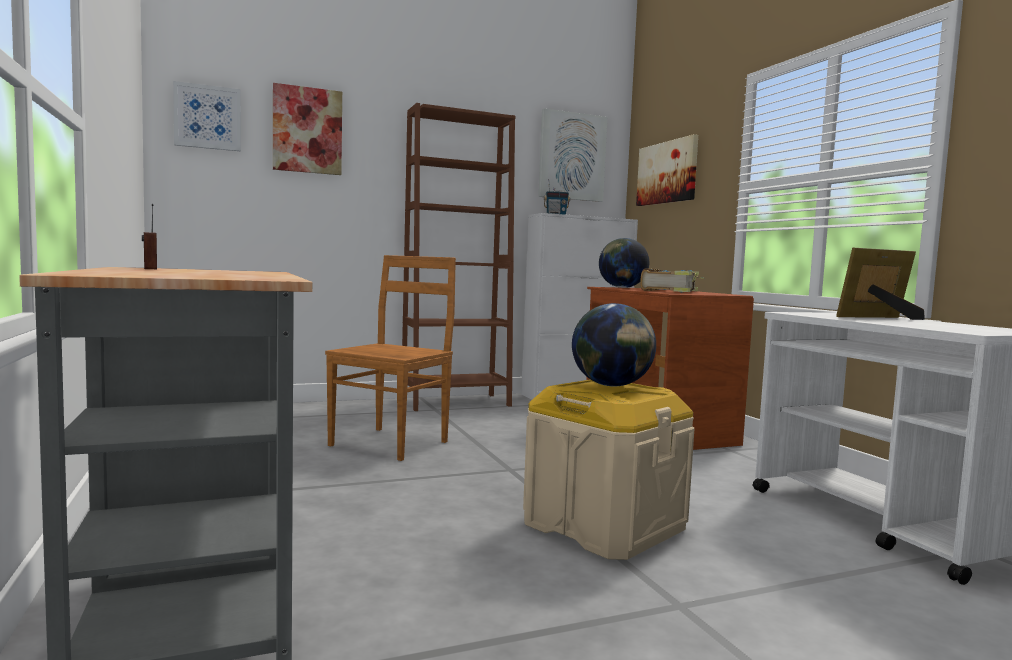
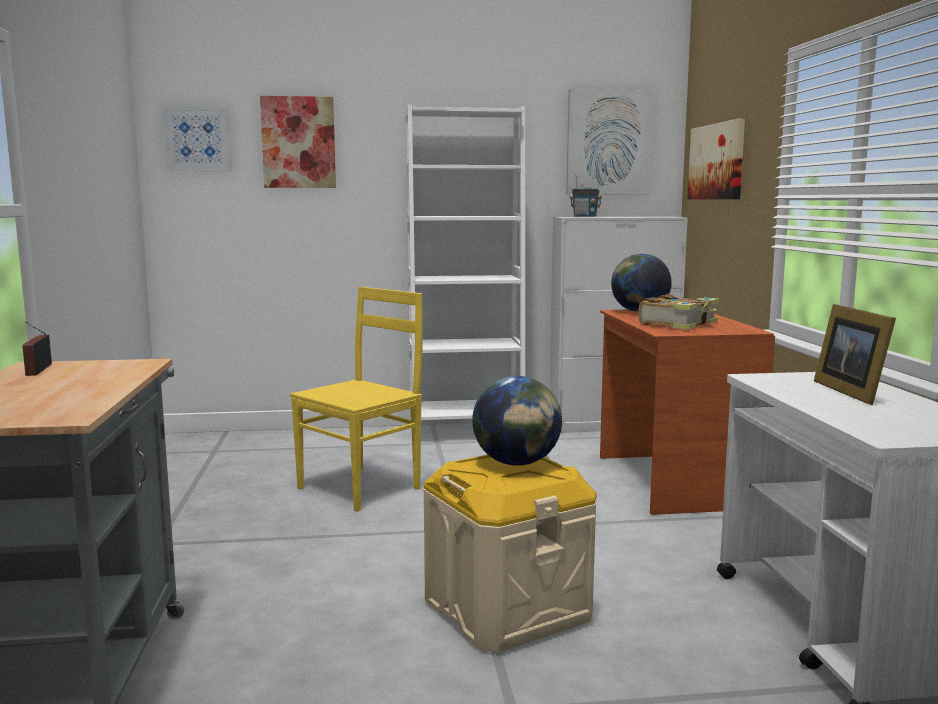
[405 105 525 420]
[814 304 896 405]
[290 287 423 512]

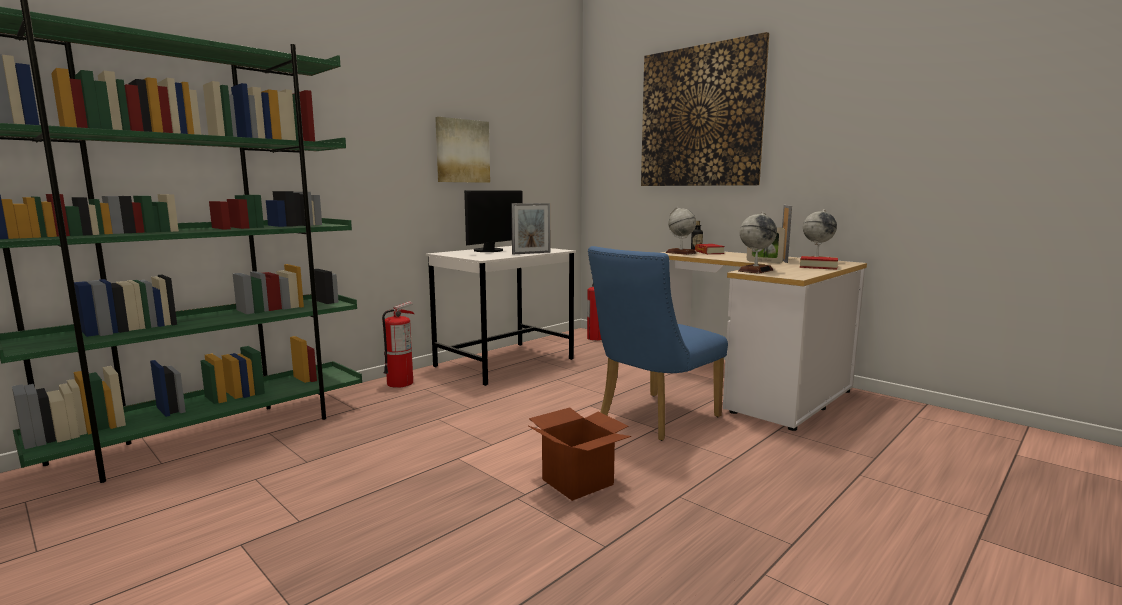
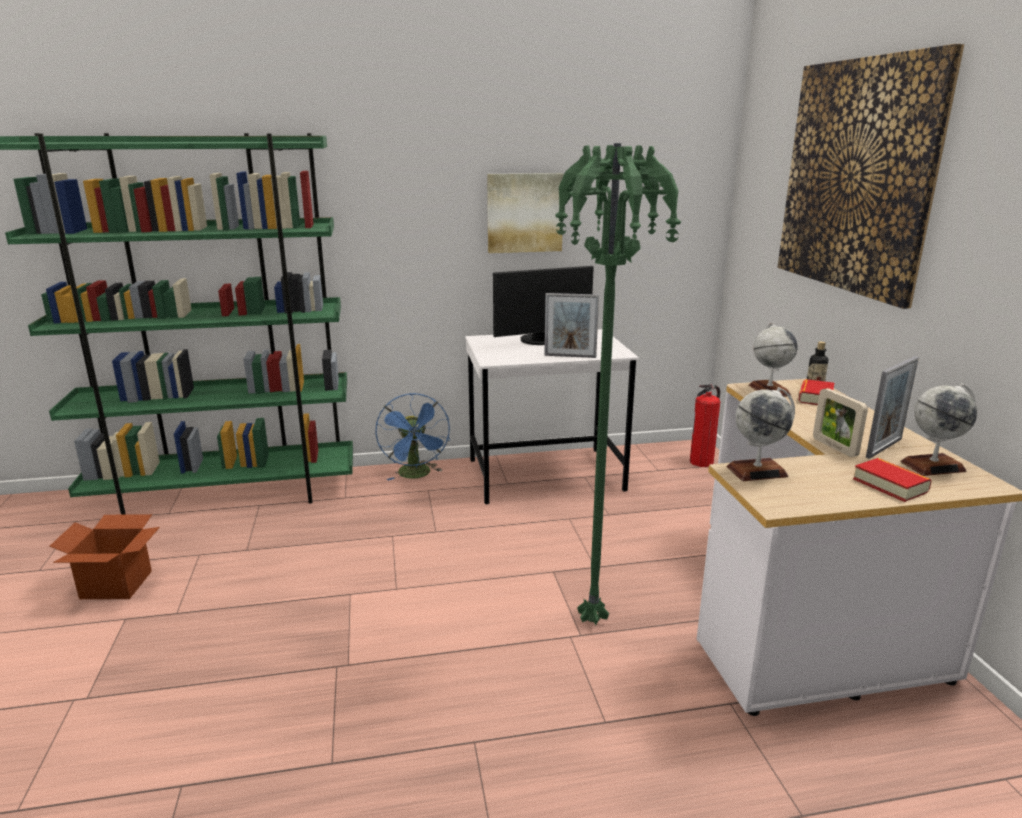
[555 143 681 625]
[375 393 450 481]
[49 514 160 599]

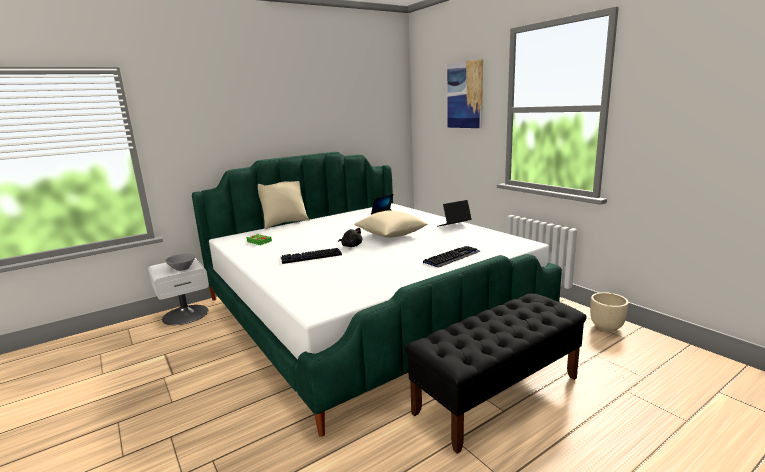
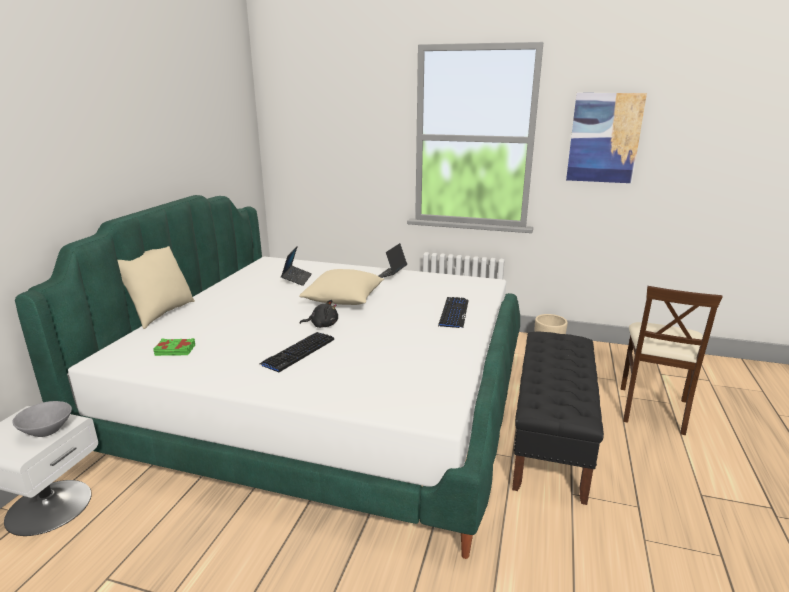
[566 93 647 183]
[621 286 722 435]

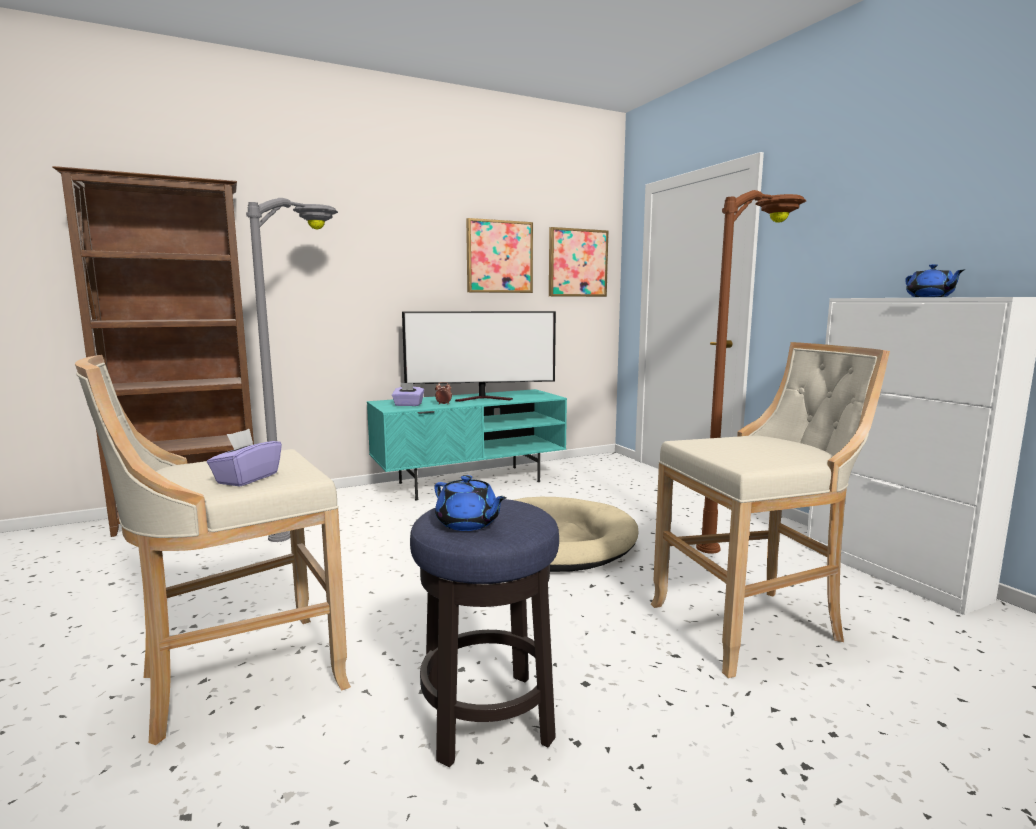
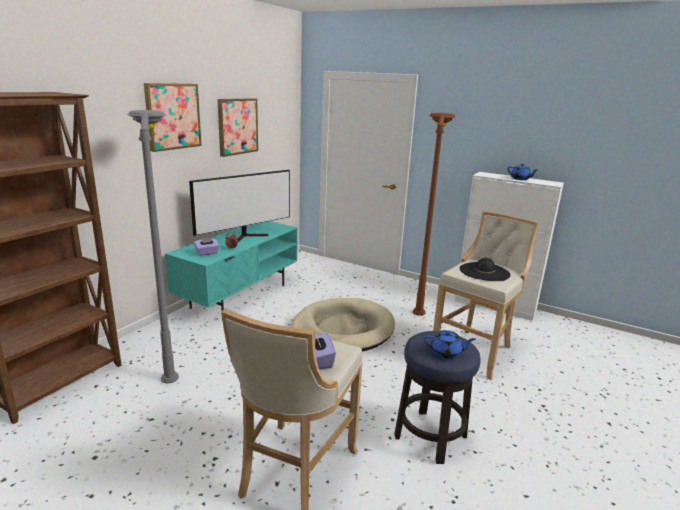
[144 83 202 152]
[460 258 510 281]

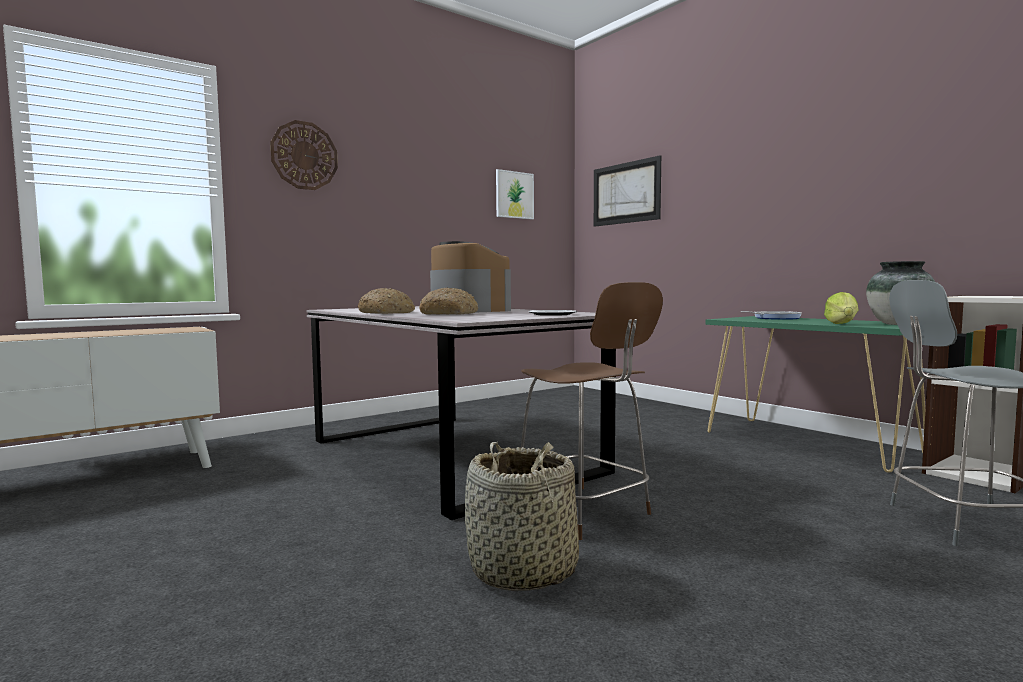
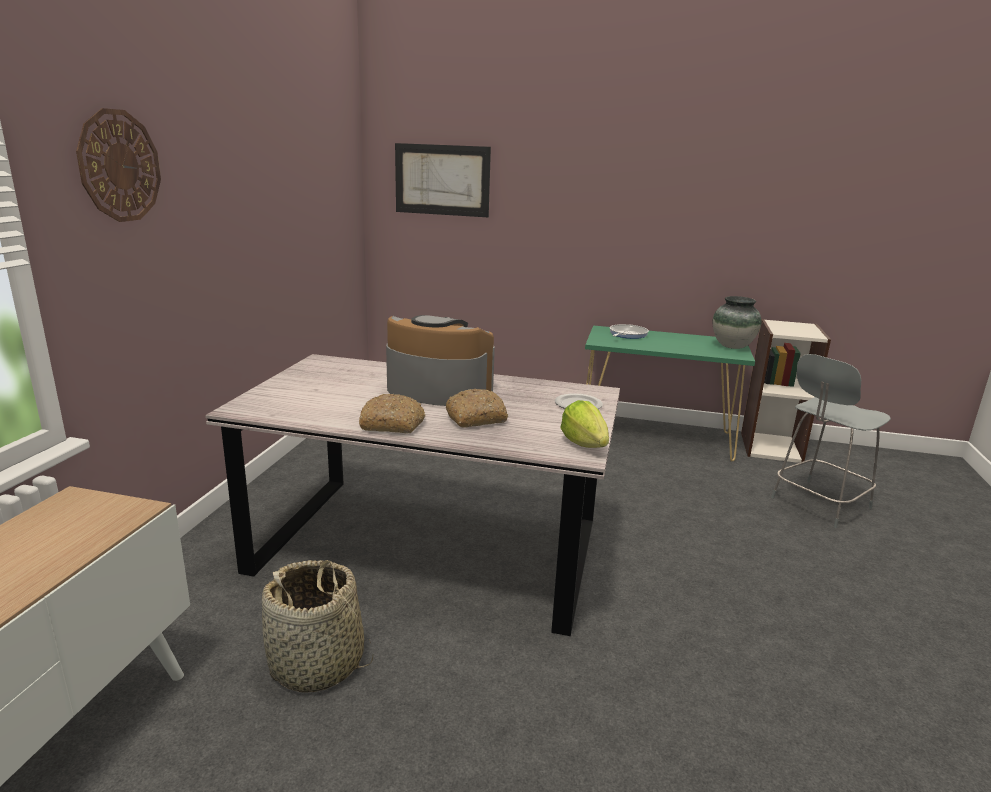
[496 169 534 219] (first image)
[521 282 663 540] (first image)
[560 400 609 448]
[262 560 374 693]

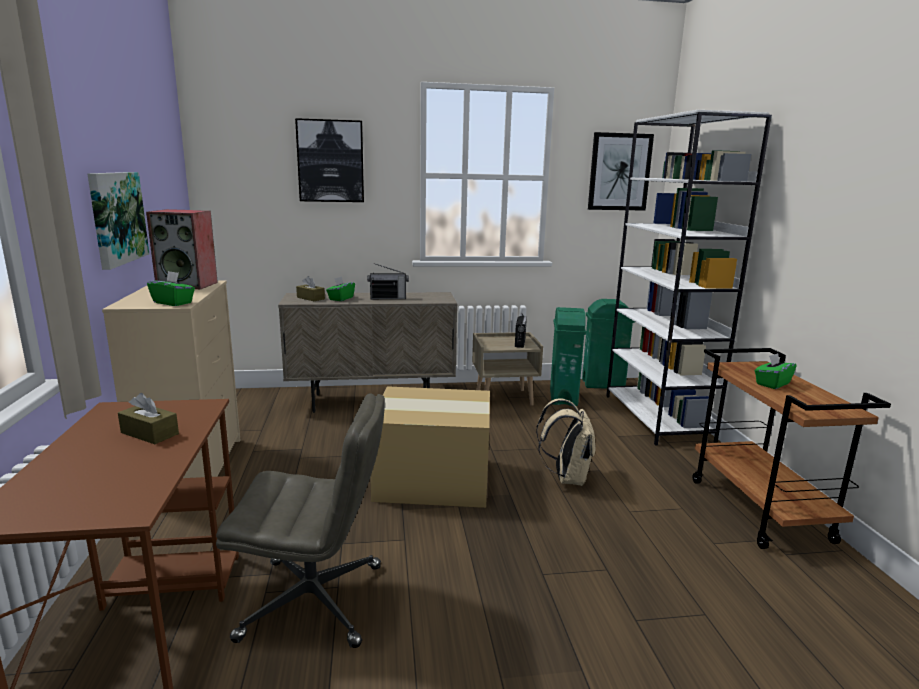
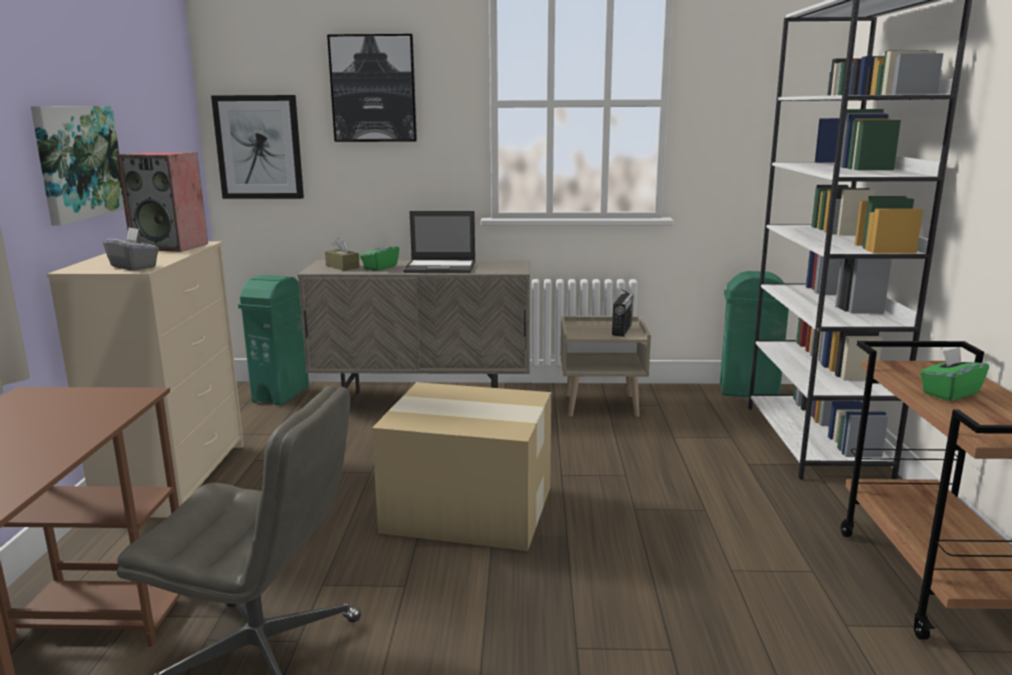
[211 95 304 199]
[403 211 475 273]
[103 227 159 271]
[238 275 309 405]
[118 393 179 444] (first image)
[536 398 596 486] (first image)

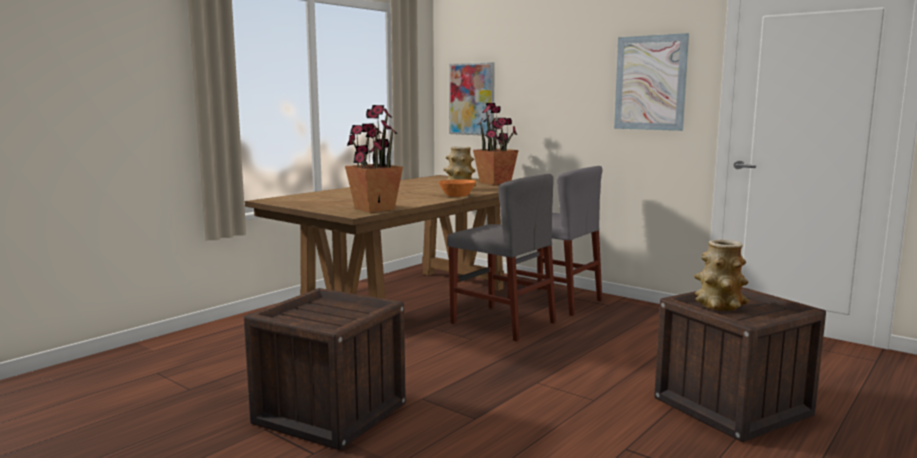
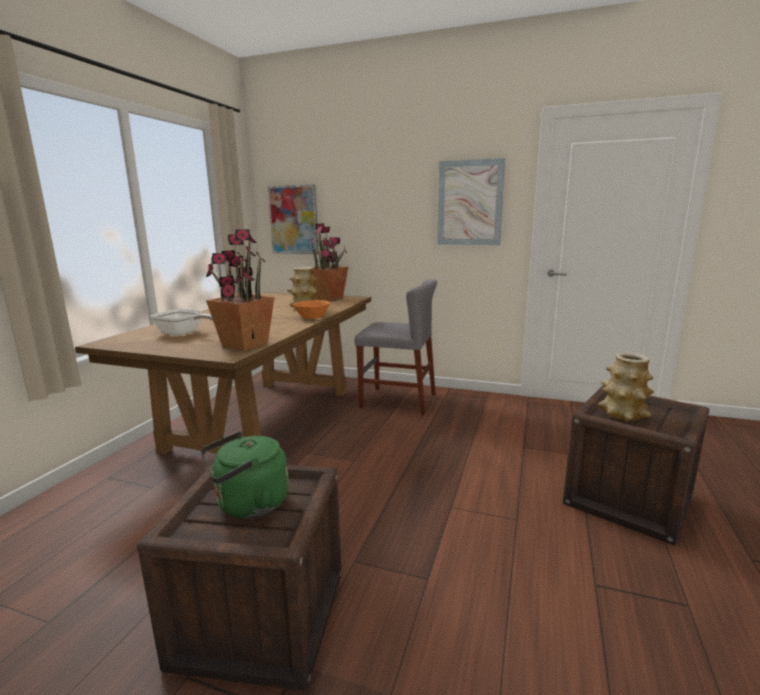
[447 174 556 342] (first image)
[150 309 213 335]
[201 432 289 518]

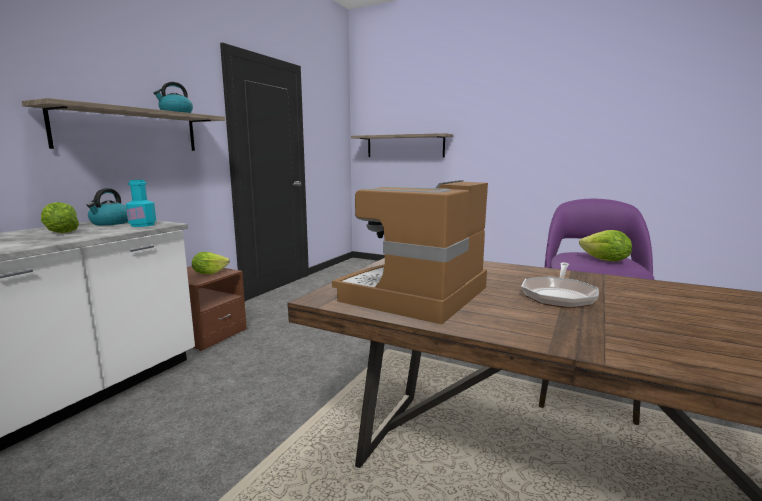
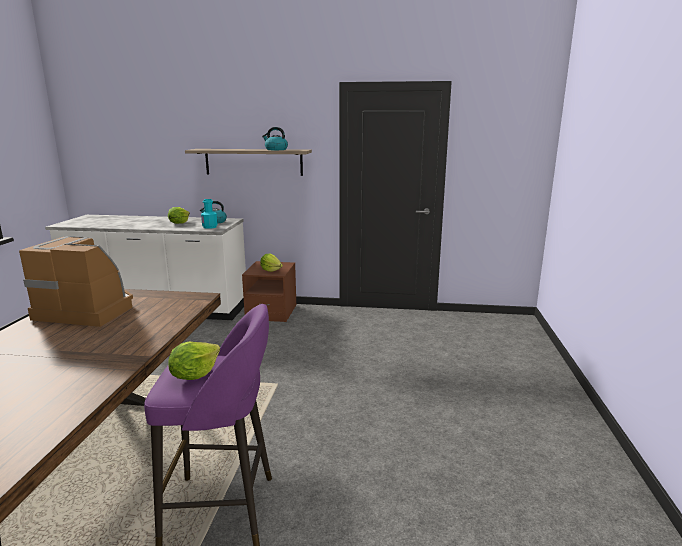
[351 133 453 157] (first image)
[521 263 599 308] (first image)

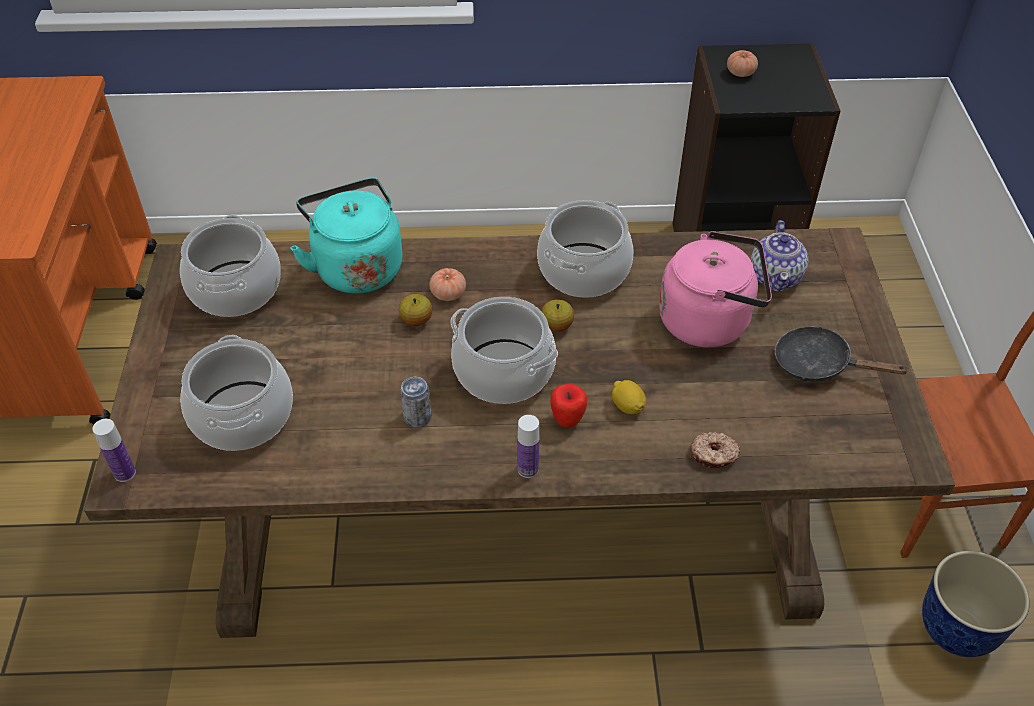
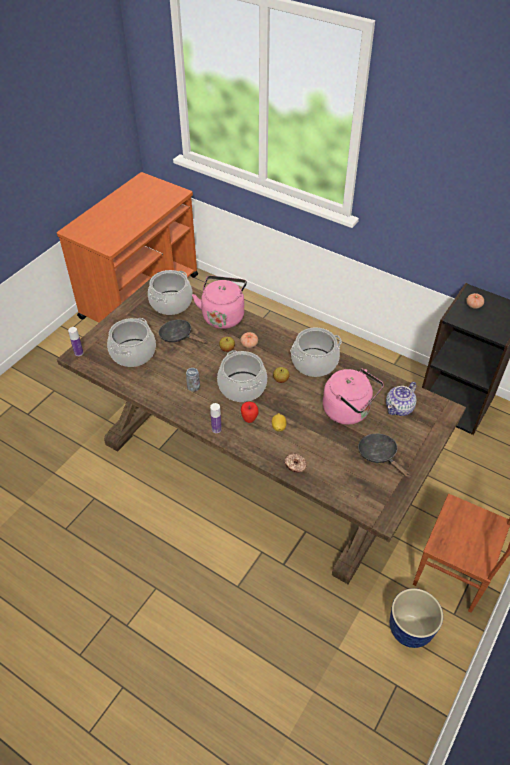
[192 276 247 329]
[159 320 207 344]

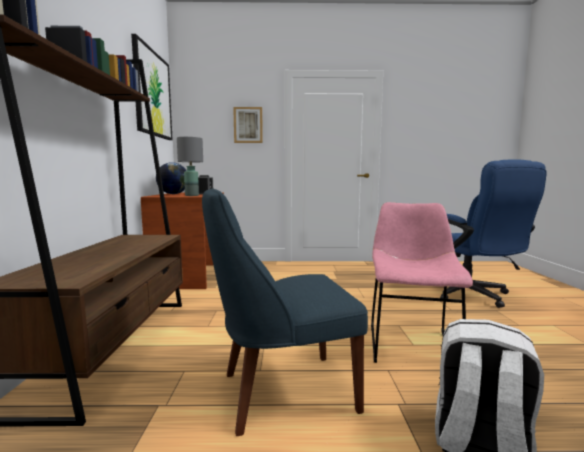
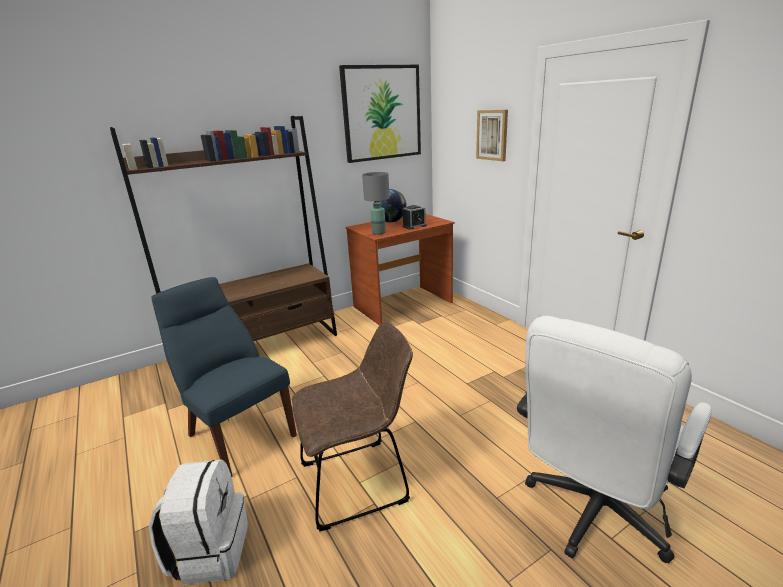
[517 316 712 564]
[292 321 413 531]

